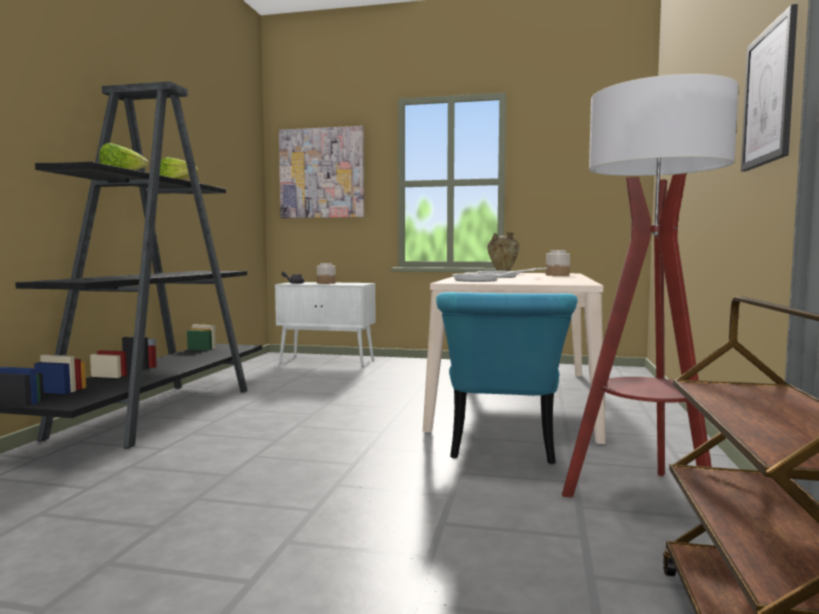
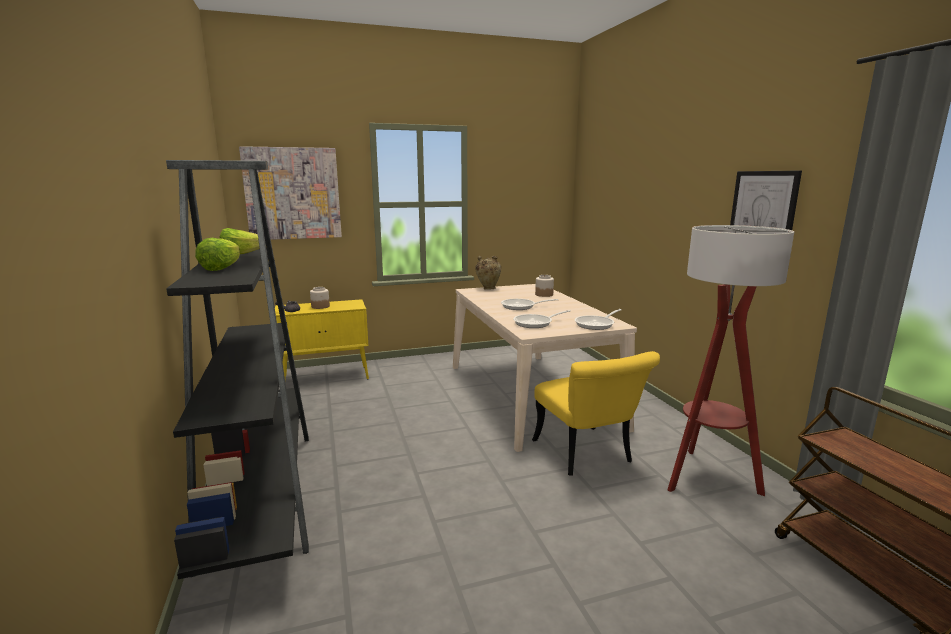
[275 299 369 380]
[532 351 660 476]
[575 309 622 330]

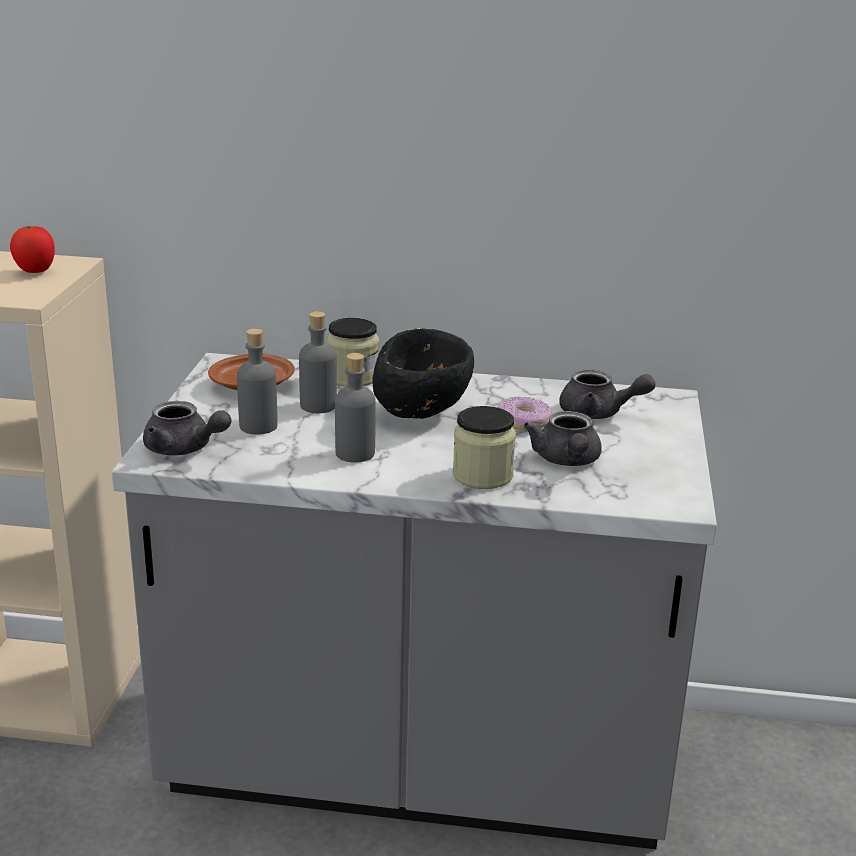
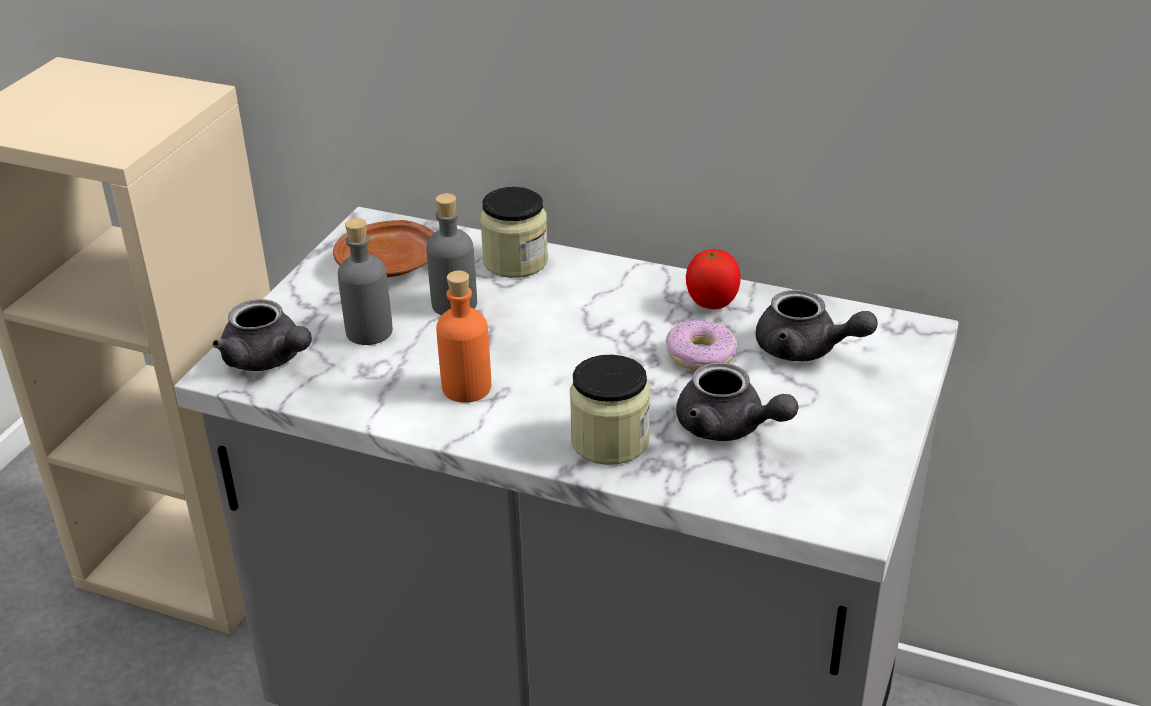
[686 249 741 309]
[372 328 474 419] (first image)
[436 271 491 403]
[676 362 799 441]

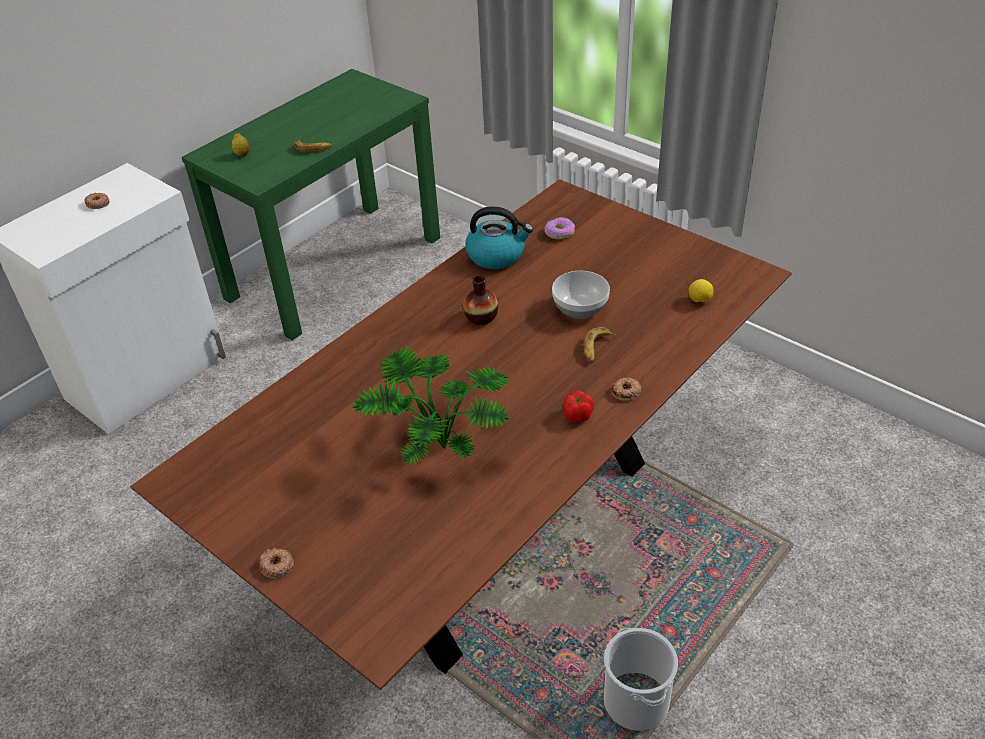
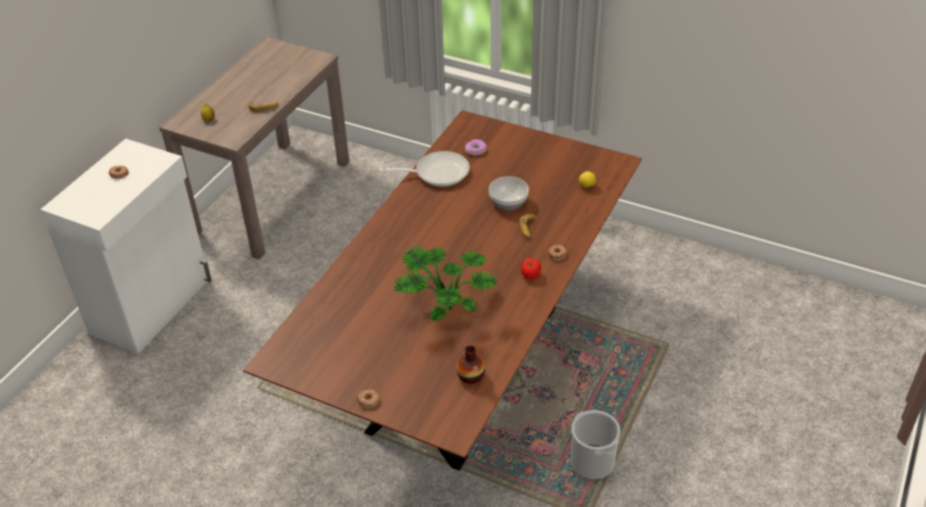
[159 37 350 260]
[379 151 470 187]
[456 345 485 384]

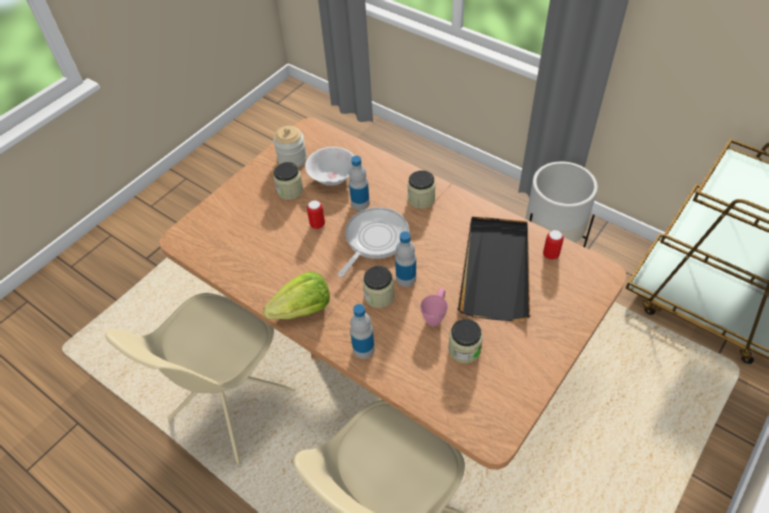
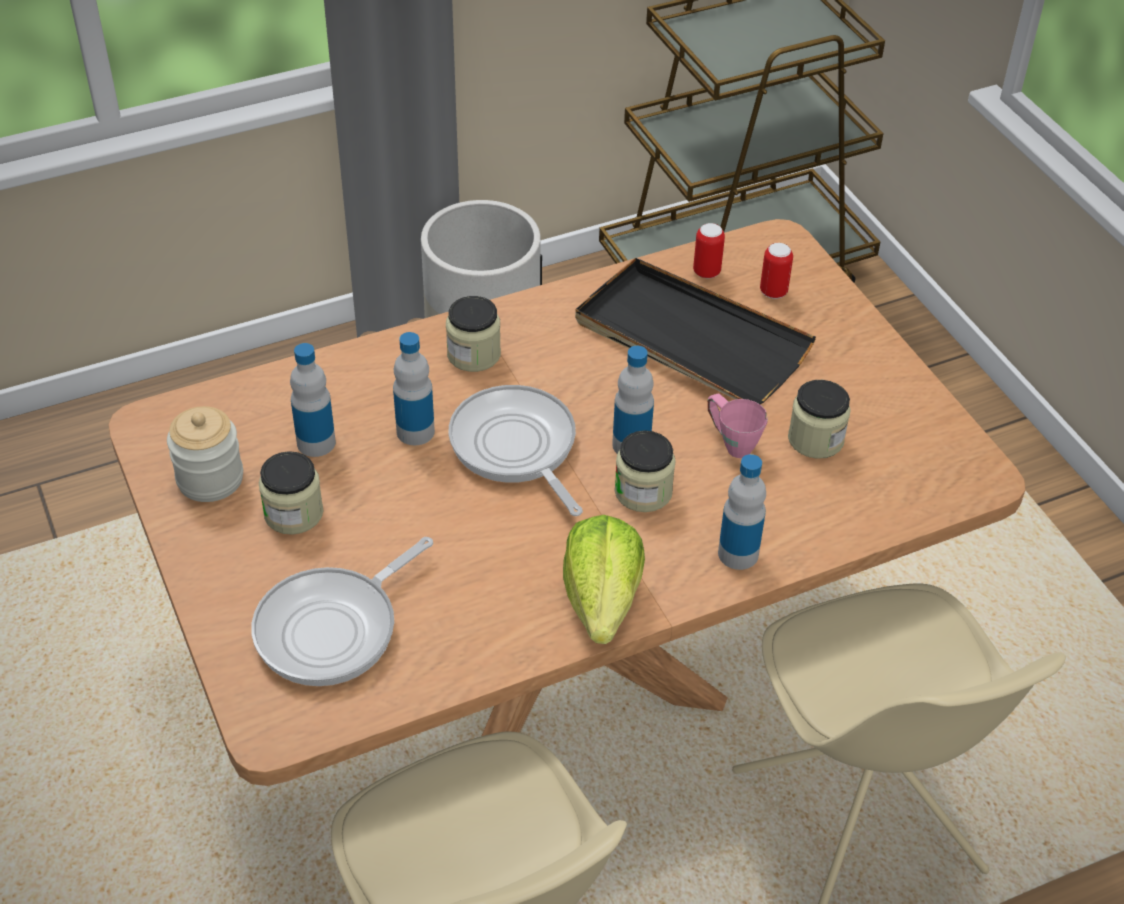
[290 343 336 457]
[760 243 793 299]
[252 537 433 686]

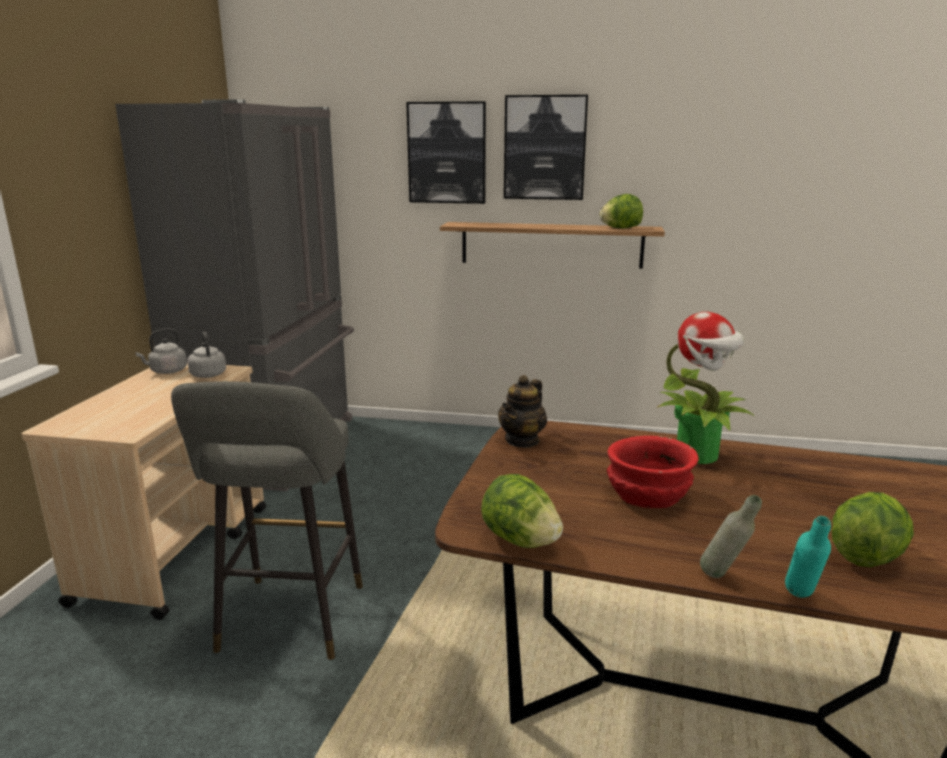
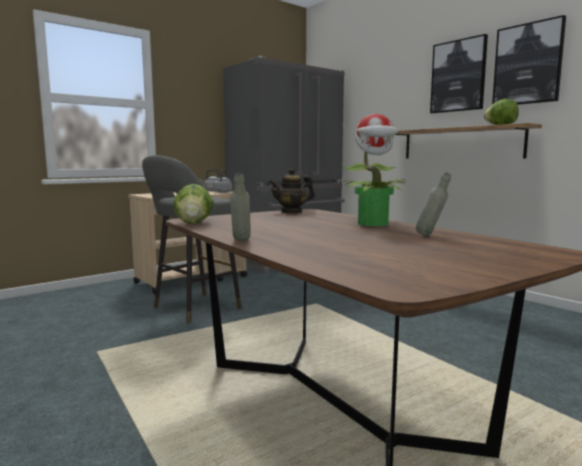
[492 15 566 105]
[607 436 699 508] (first image)
[832 492 914 567] (first image)
[785 516 831 598] (first image)
[416 172 451 236]

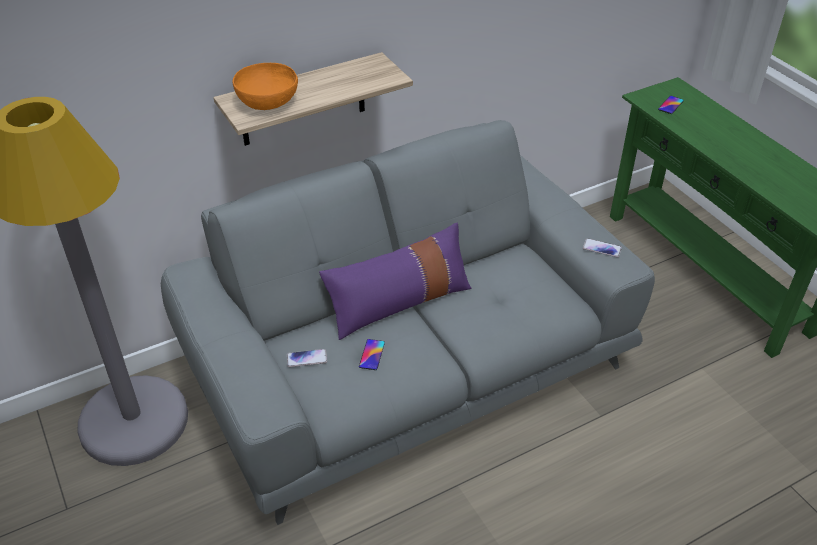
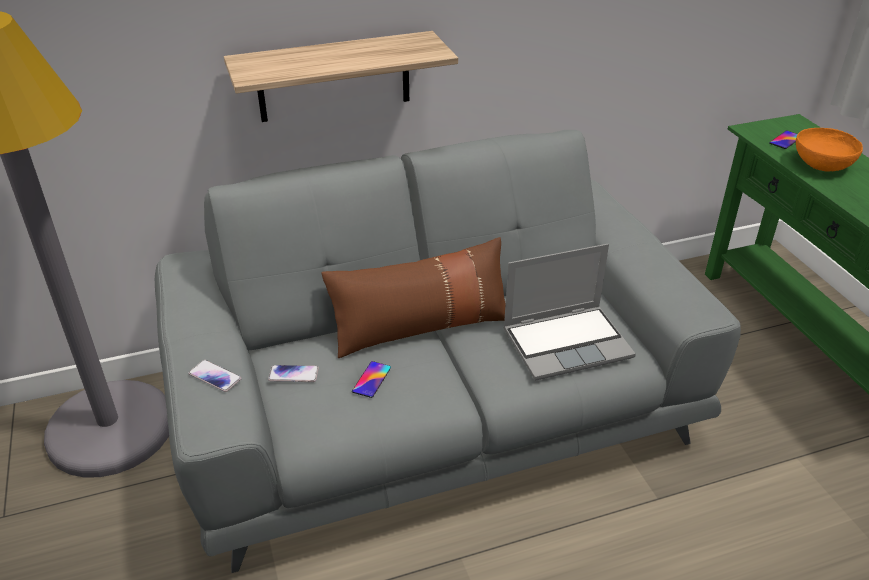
[796 128 863 172]
[321 237 506 358]
[188 360 242 392]
[503 244 636 380]

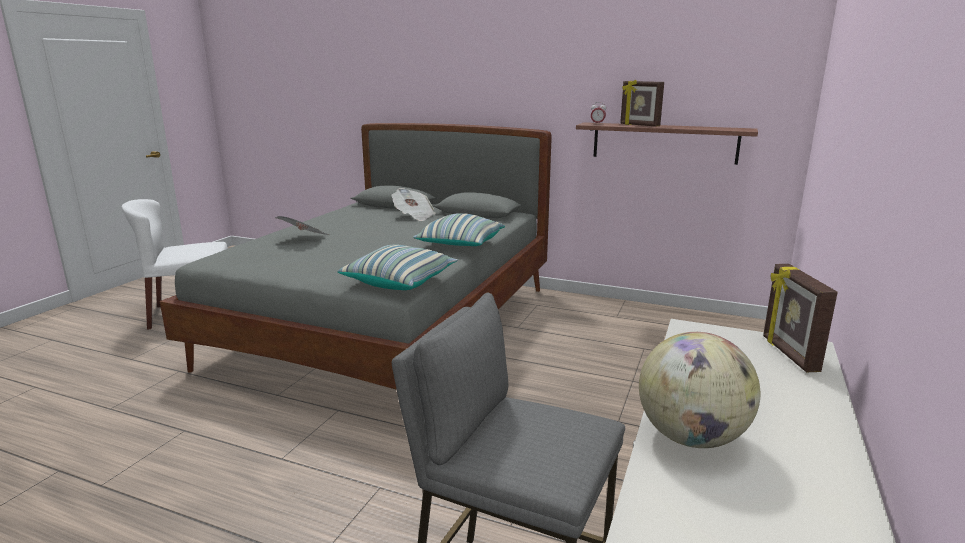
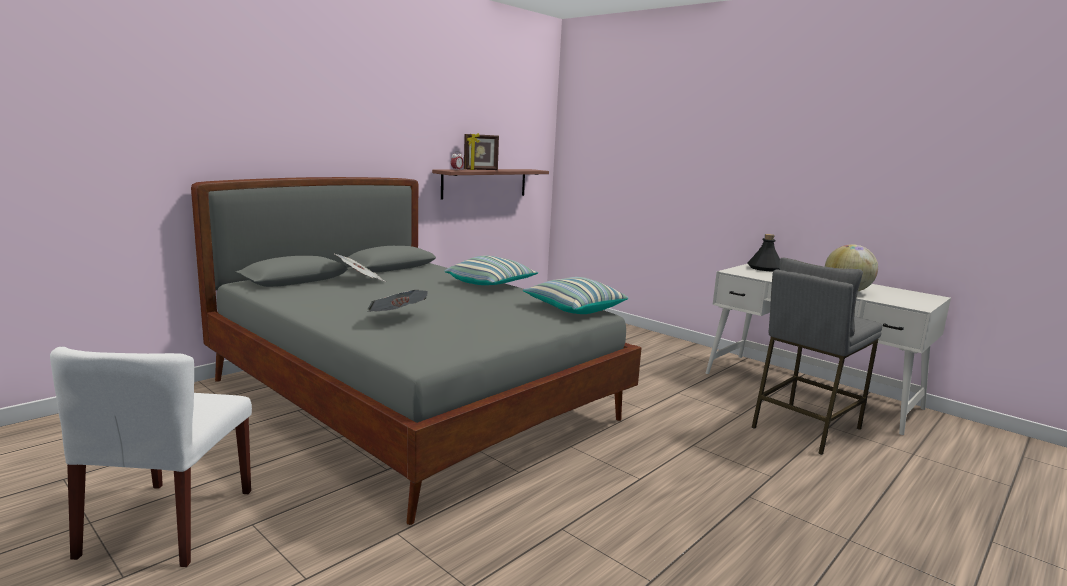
[747 234 780 271]

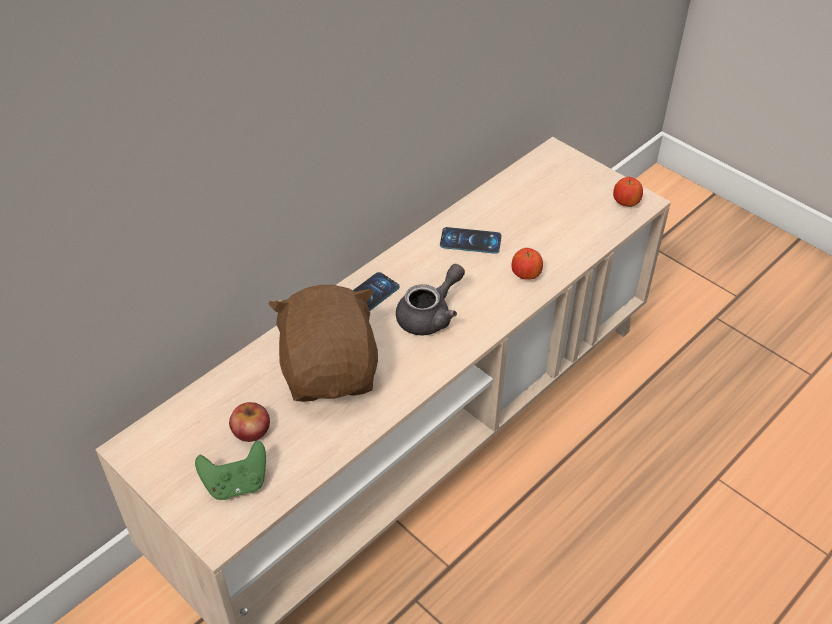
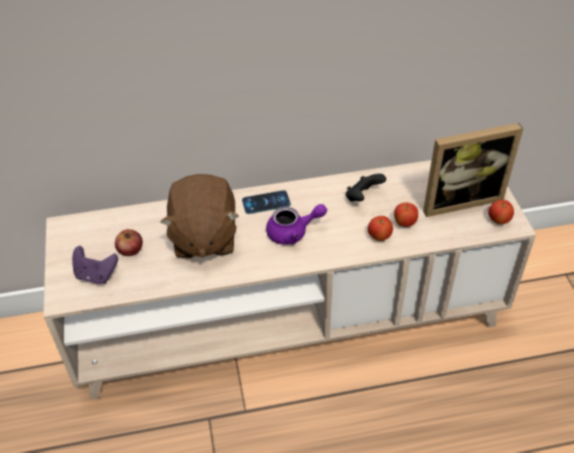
[346 174 386 202]
[266 204 327 245]
[160 174 239 259]
[72 246 118 284]
[423 123 523 217]
[394 203 418 227]

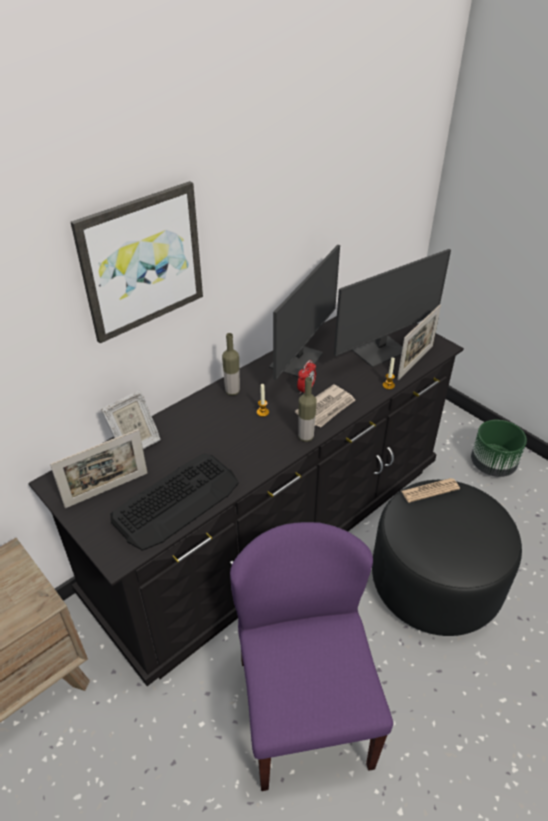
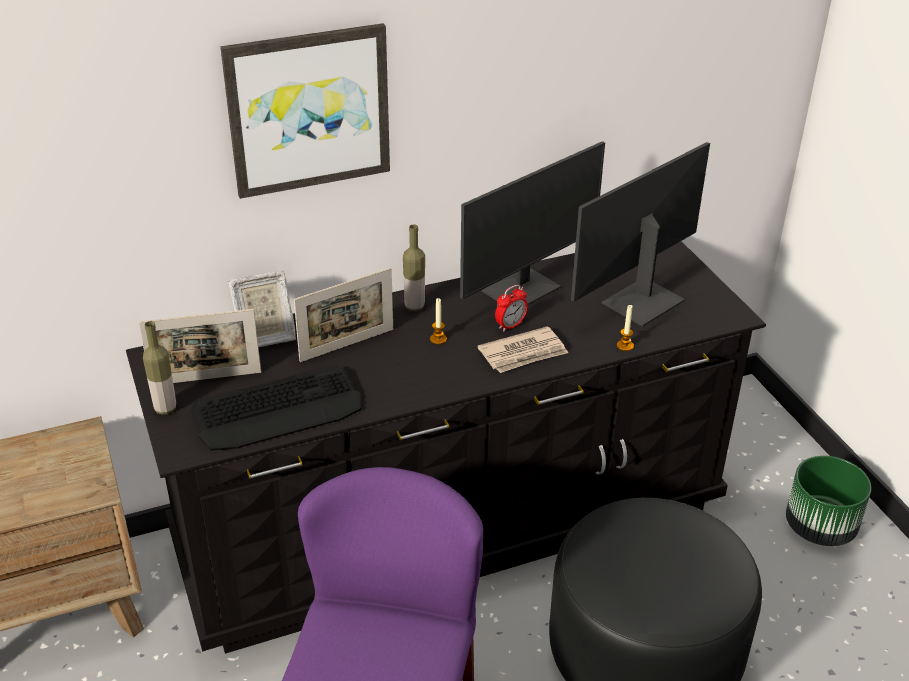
[571 142 710 327]
[294 268 393 362]
[143 321 176 415]
[401 478 460 503] (first image)

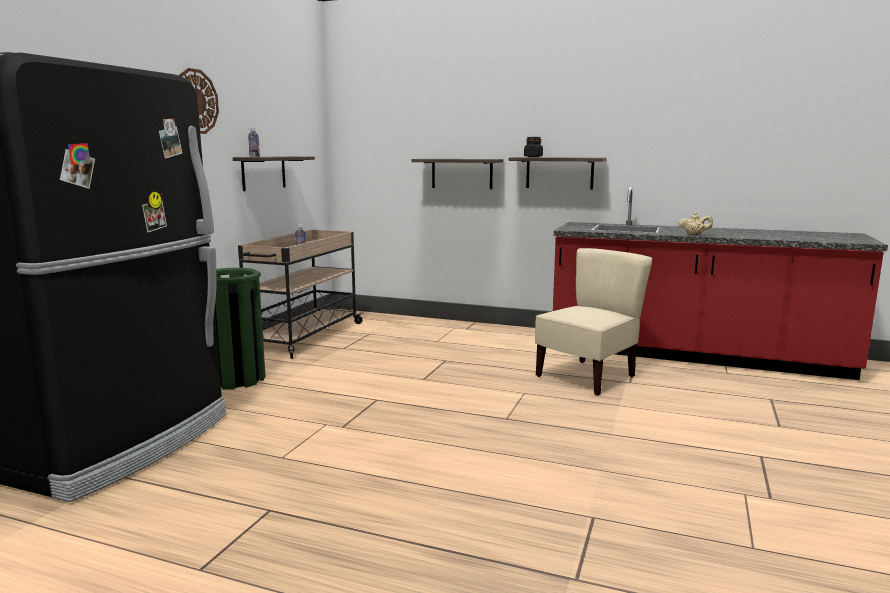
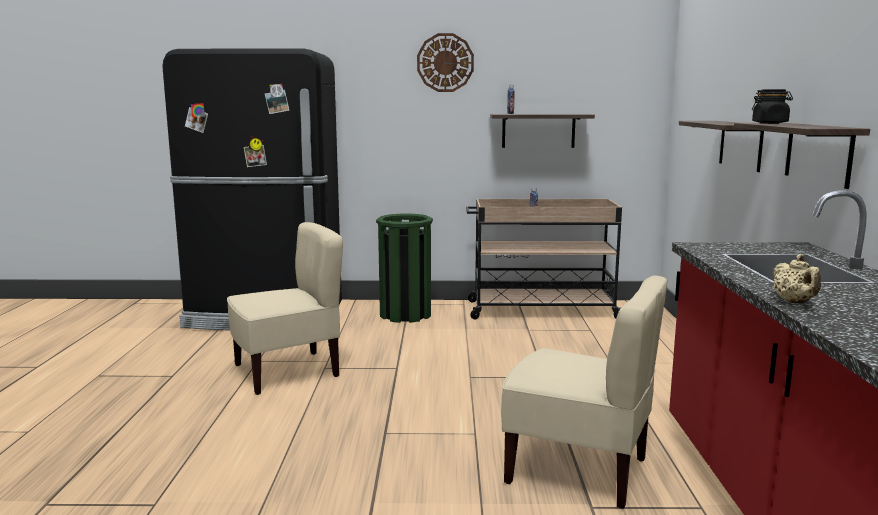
[227 222 343 395]

